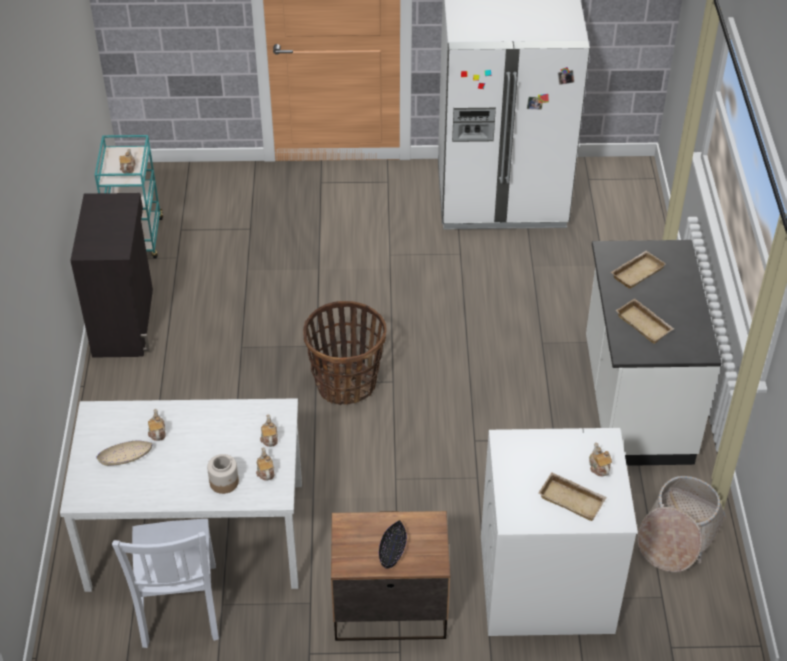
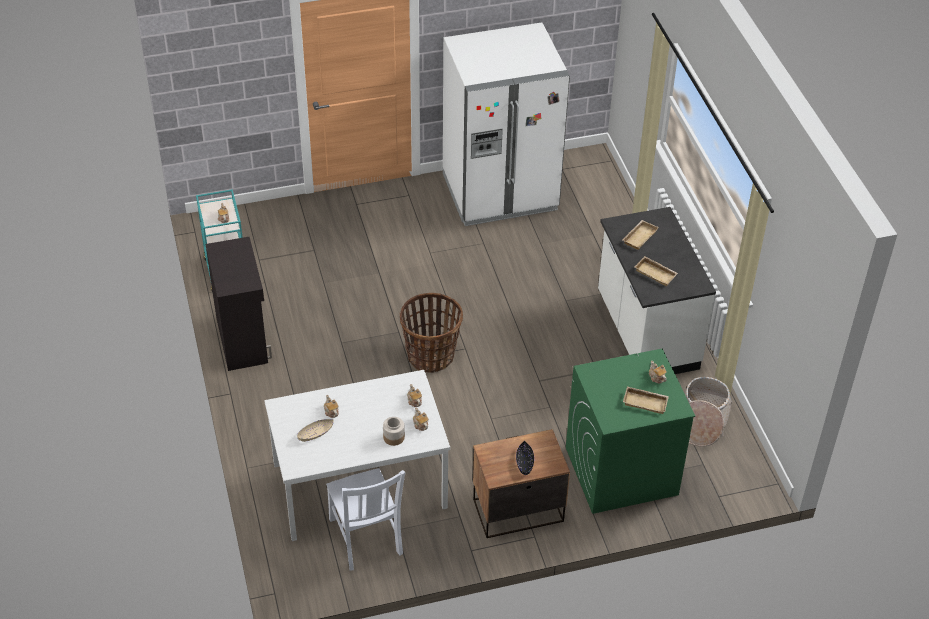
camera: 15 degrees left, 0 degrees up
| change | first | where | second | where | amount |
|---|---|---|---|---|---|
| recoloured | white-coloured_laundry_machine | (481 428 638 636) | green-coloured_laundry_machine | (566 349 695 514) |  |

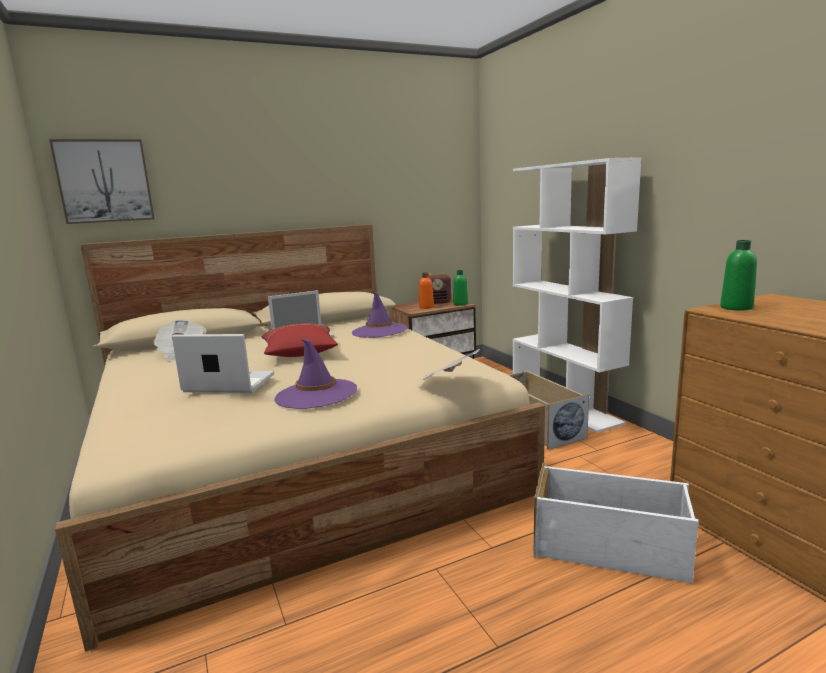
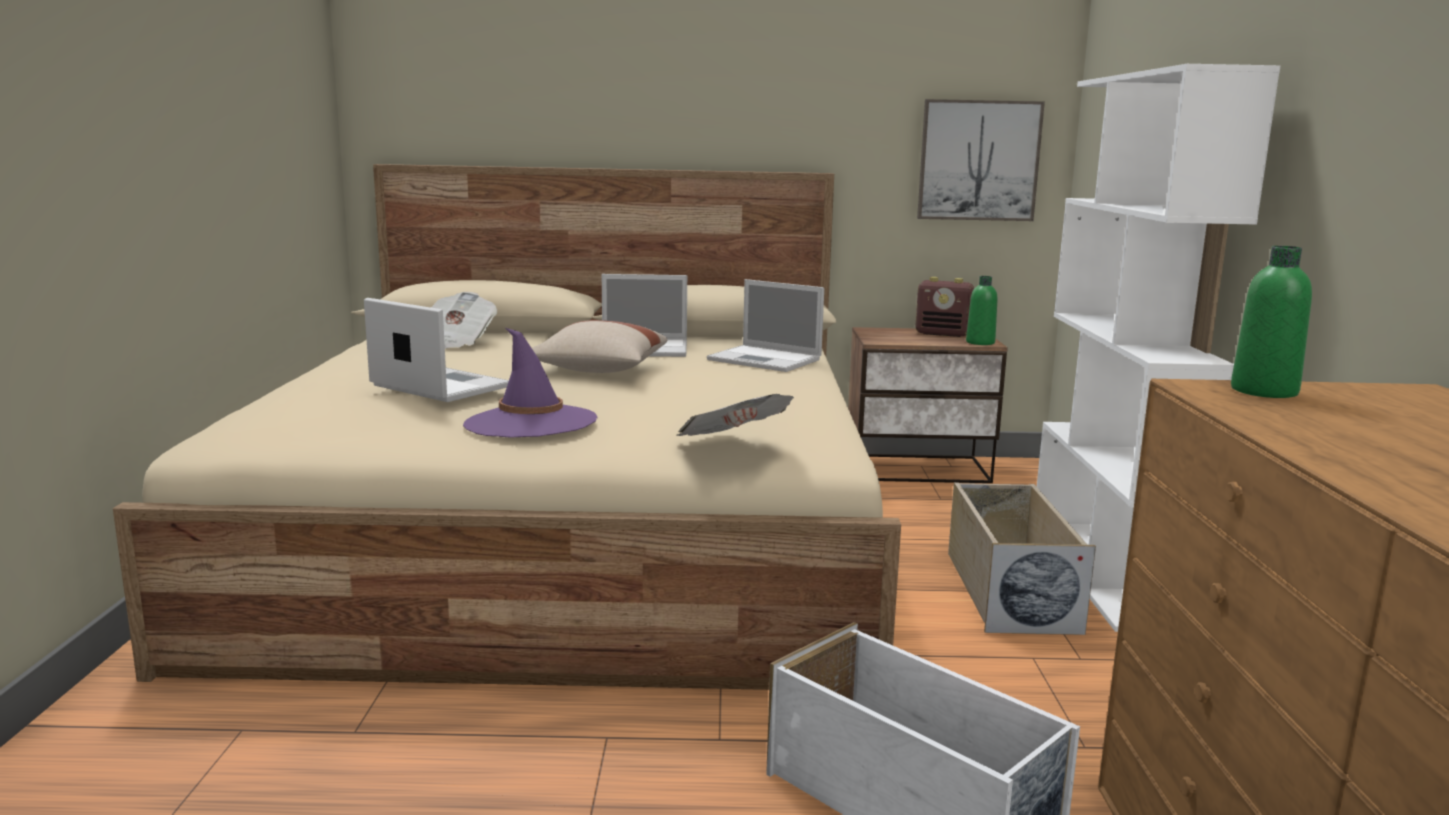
camera: 25 degrees right, 0 degrees up
| change | first | where | second | where | amount |
|---|---|---|---|---|---|
| recoloured | red_pillow | (262 323 338 357) | beige_pillow | (532 320 668 373) |  |
| replaced | purple_clothing_hat | (352 292 407 338) | portable_computer | (707 279 824 372) |  |
| moved | wall_art | (49 139 154 224) |  | (917 99 1045 221) |  |
| removed | orange-coloured_bottle | (419 273 434 309) |  |  |  |

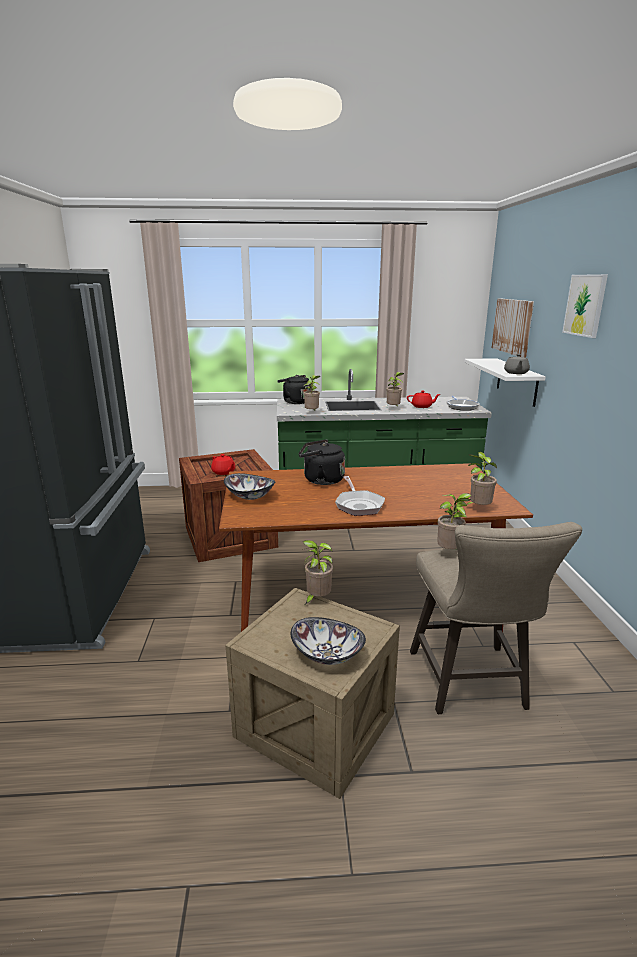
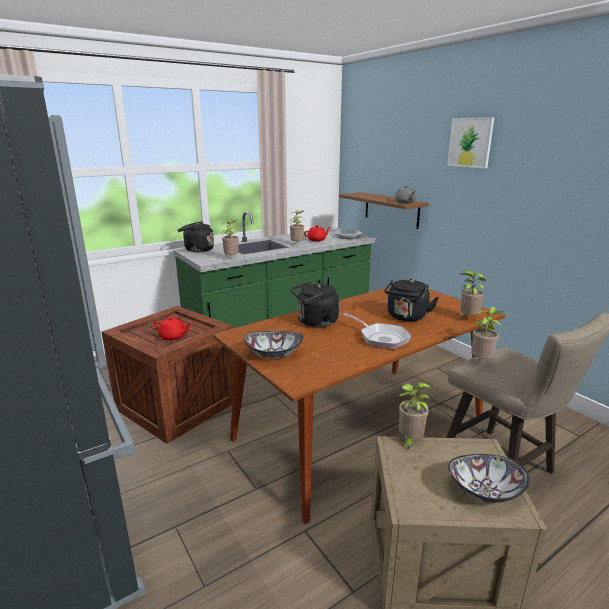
camera: 30 degrees left, 0 degrees up
| change | first | where | second | where | amount |
|---|---|---|---|---|---|
| recoloured | white-coloured_shelf | (464 358 546 407) | brown_shelf | (339 192 429 229) |  |
| added |  |  | black-coloured_tea_kettle | (384 279 439 321) |  |
| removed | wall_art | (492 299 534 358) |  |  |  |

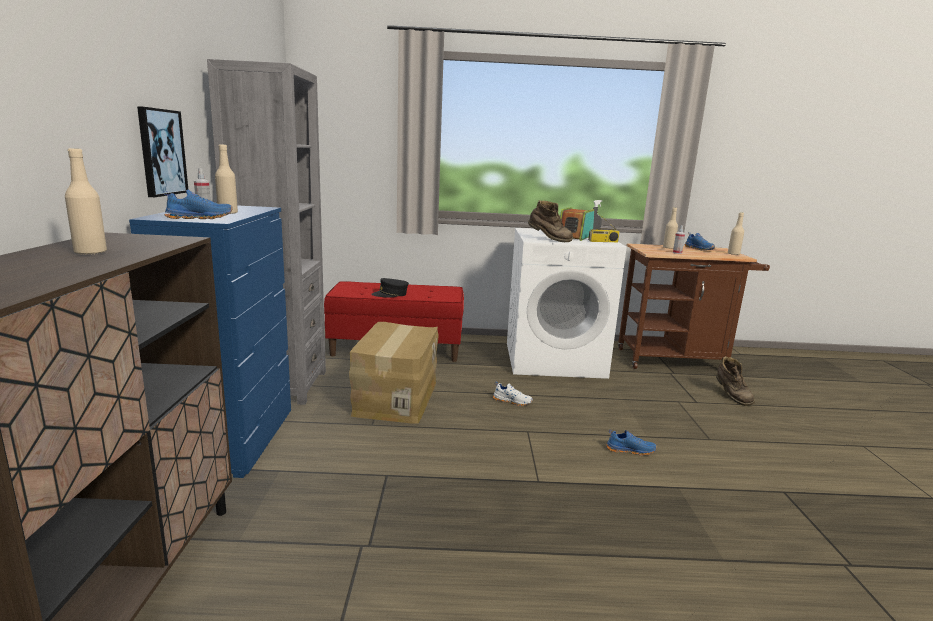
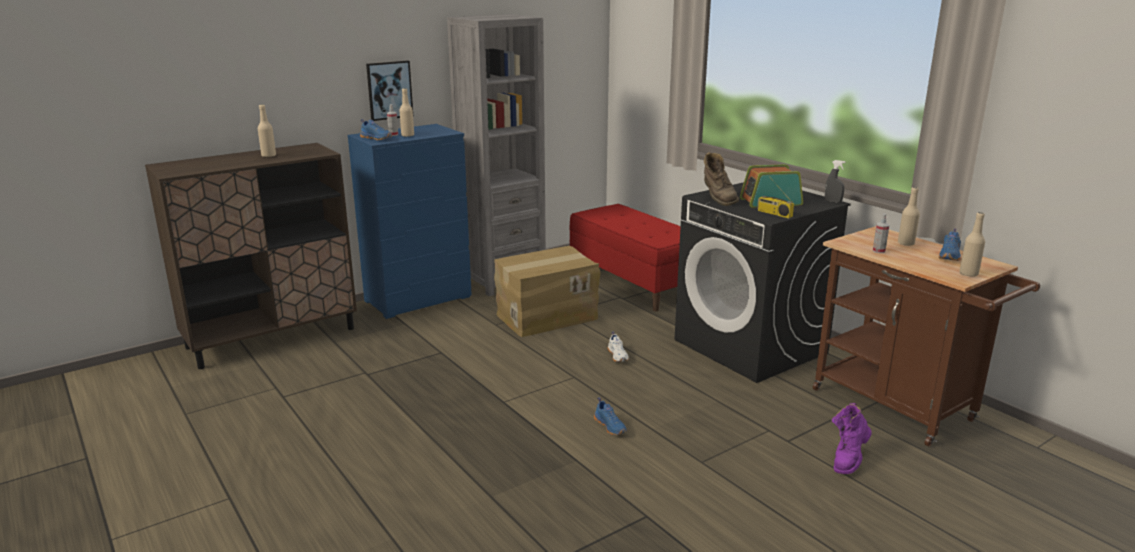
camera: 55 degrees right, 5 degrees up
| change | first | where | second | where | amount |
|---|---|---|---|---|---|
| recoloured | white-coloured_laundry_machine | (507 228 626 379) | black-coloured_laundry_machine | (674 182 851 383) |  |
| recoloured | brown_boot | (716 356 755 406) | purple_boot | (832 403 872 474) |  |
| removed | black-coloured_cap | (371 278 409 298) |  |  |  |

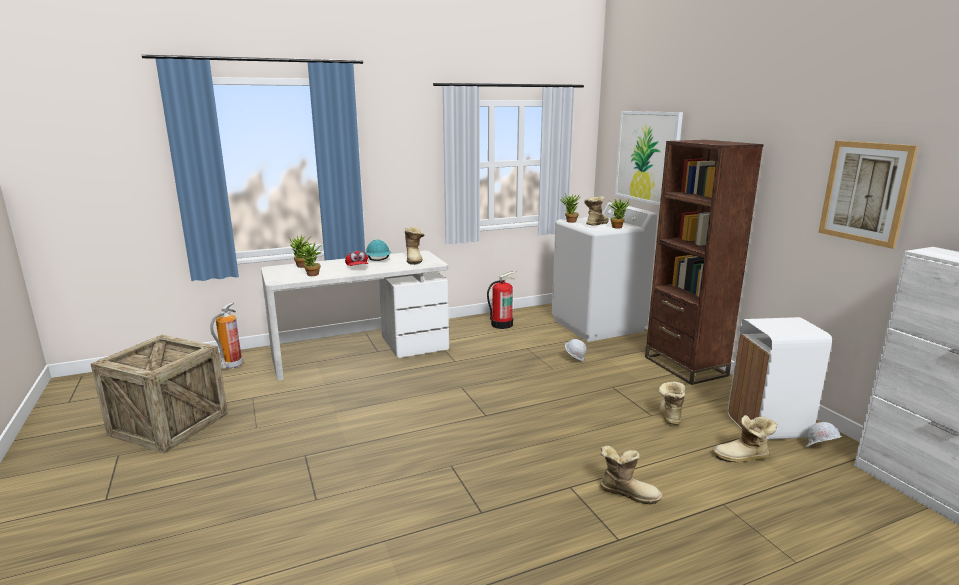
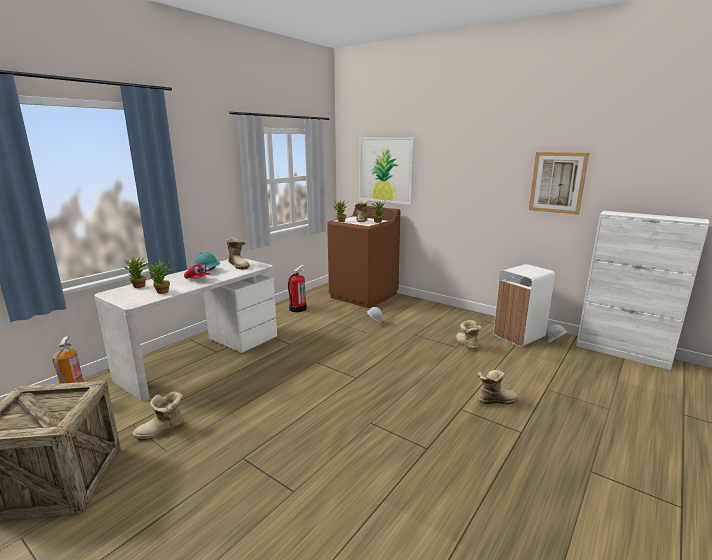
camera: 30 degrees left, 0 degrees up
| change | first | where | second | where | amount |
|---|---|---|---|---|---|
| moved | boot | (712 415 778 462) |  | (132 391 184 440) |  |
| recoloured | white-coloured_laundry_machine | (552 202 657 342) | brown_laundry_machine | (327 206 400 308) |  |
| removed | brown_bookshelf | (645 140 763 385) |  |  |  |

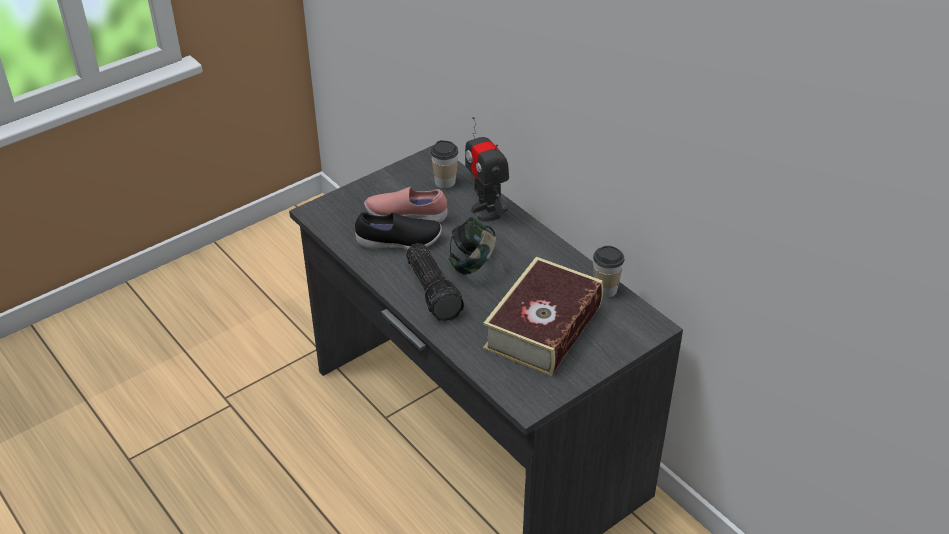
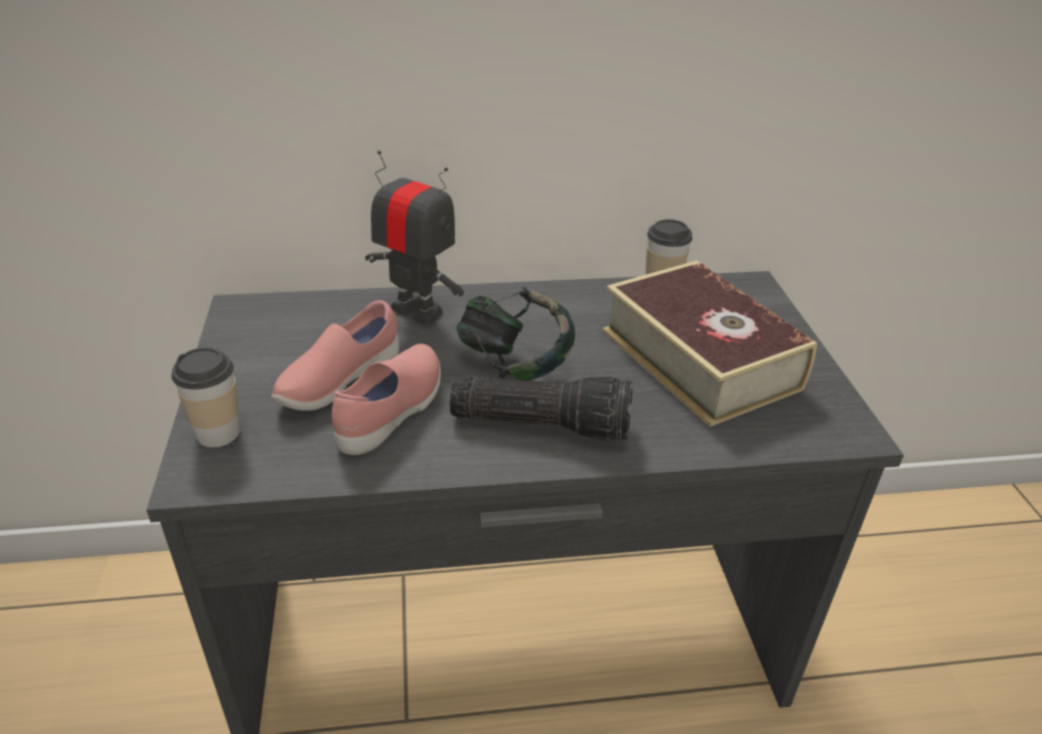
camera: 60 degrees left, 5 degrees down
| change | first | where | second | where | amount |
|---|---|---|---|---|---|
| moved | cup | (431 140 458 189) |  | (171 347 240 447) |  |
| recoloured | black-coloured_shoe | (355 212 442 250) | pink_shoe | (332 344 441 455) |  |
| turned | model_robot | (465 117 509 222) |  | (365 151 464 326) | 150 degrees counterclockwise |

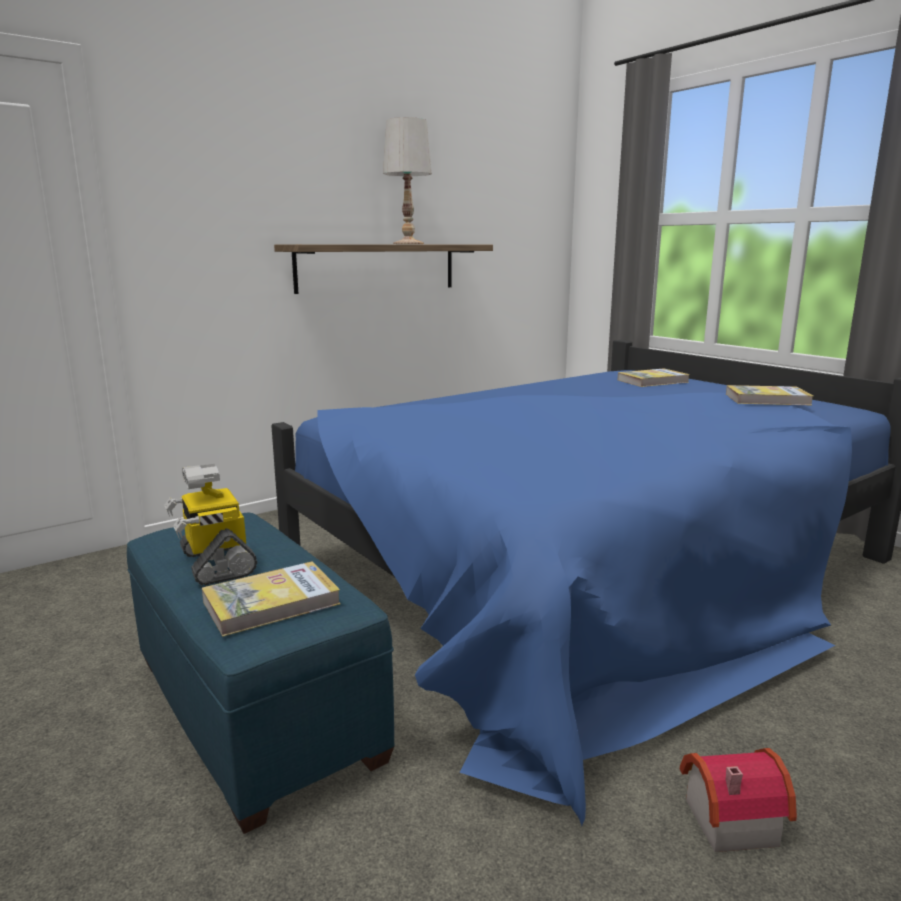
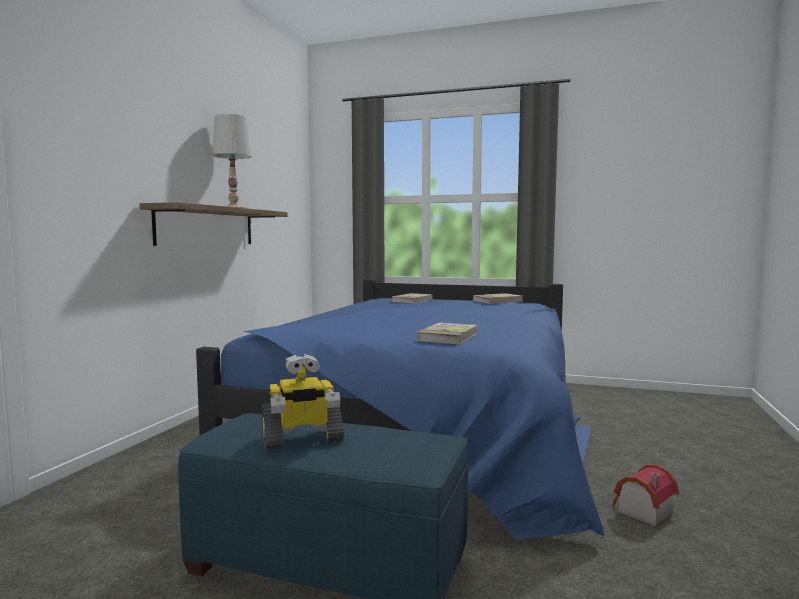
camera: 35 degrees left, 10 degrees down
| change | first | where | second | where | amount |
|---|---|---|---|---|---|
| turned | model_robot | (164 464 257 585) |  | (262 354 344 450) | 45 degrees counterclockwise |
| moved | bound_book | (202 561 341 637) |  | (417 322 478 344) |  |

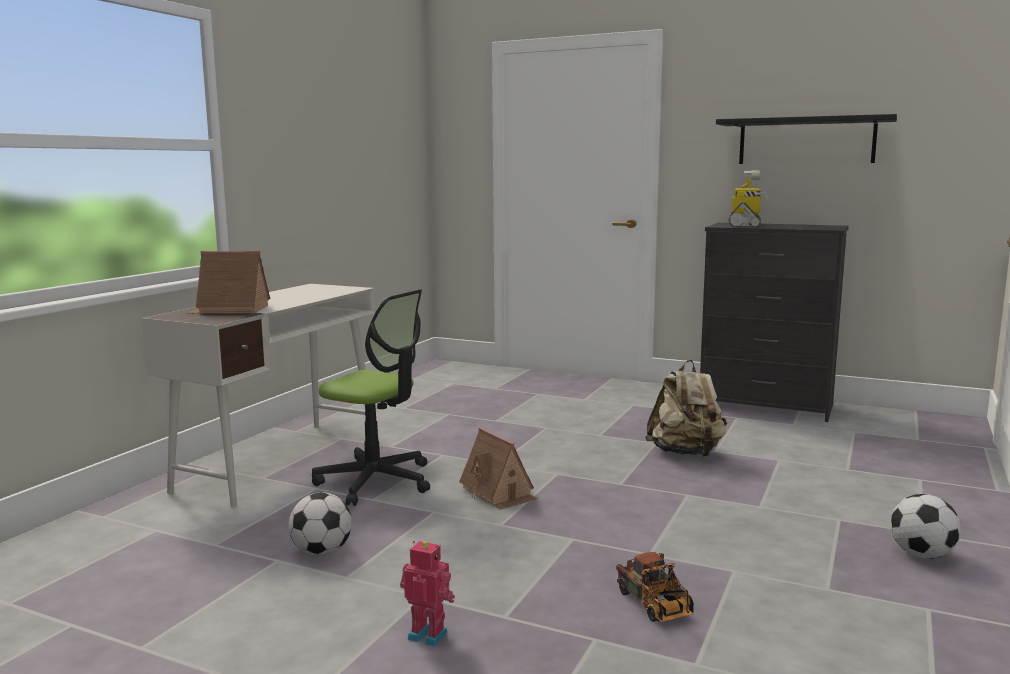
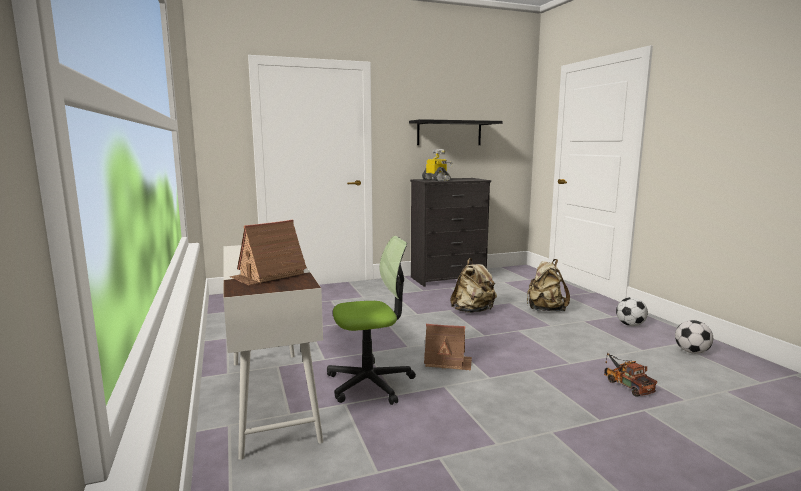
camera: 45 degrees left, 0 degrees up
| change | first | where | second | where | amount |
|---|---|---|---|---|---|
| added |  |  | beige_knapsack | (527 259 570 312) |  |
| turned | toy_truck | (616 552 694 622) |  | (604 353 657 397) | 135 degrees counterclockwise |
| moved | football | (289 492 352 556) |  | (675 320 713 354) |  |
| removed | model_robot | (400 541 455 647) |  |  |  |

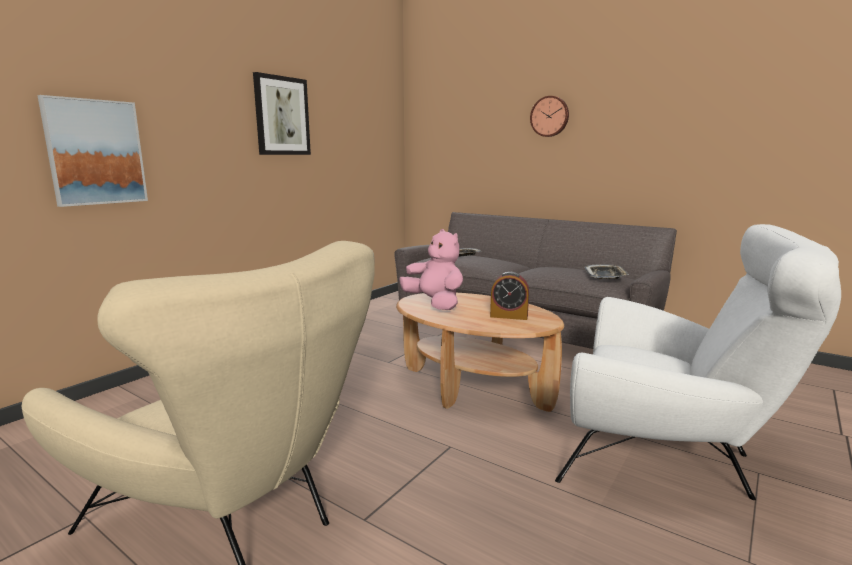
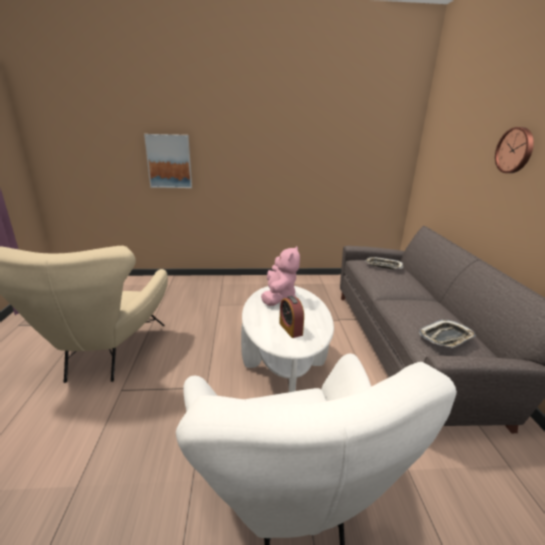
camera: 50 degrees right, 10 degrees up
| change | first | where | second | where | amount |
|---|---|---|---|---|---|
| recoloured | brown_low_table | (396 293 564 412) | white-coloured_low_table | (241 286 334 392) |  |
| removed | wall_art | (253 72 311 155) |  |  |  |

